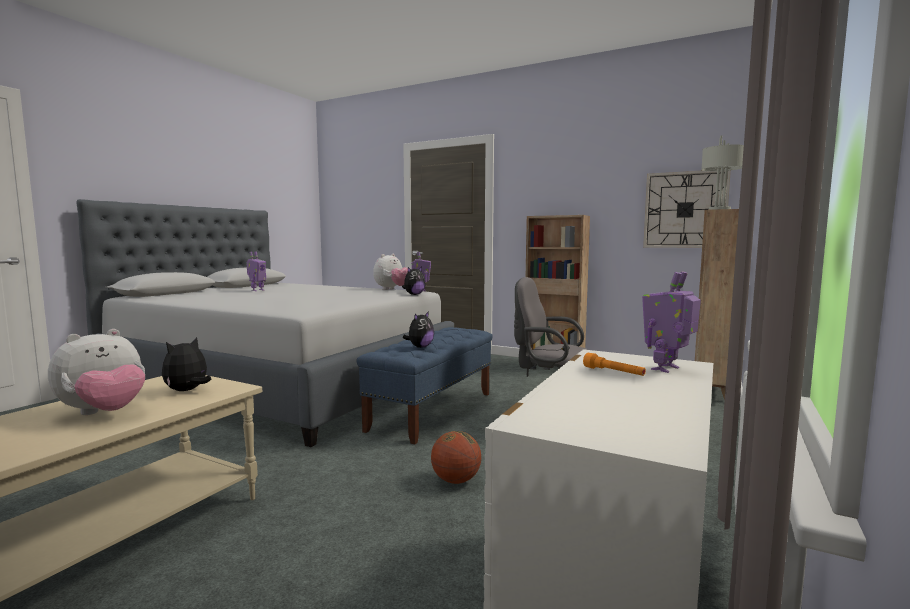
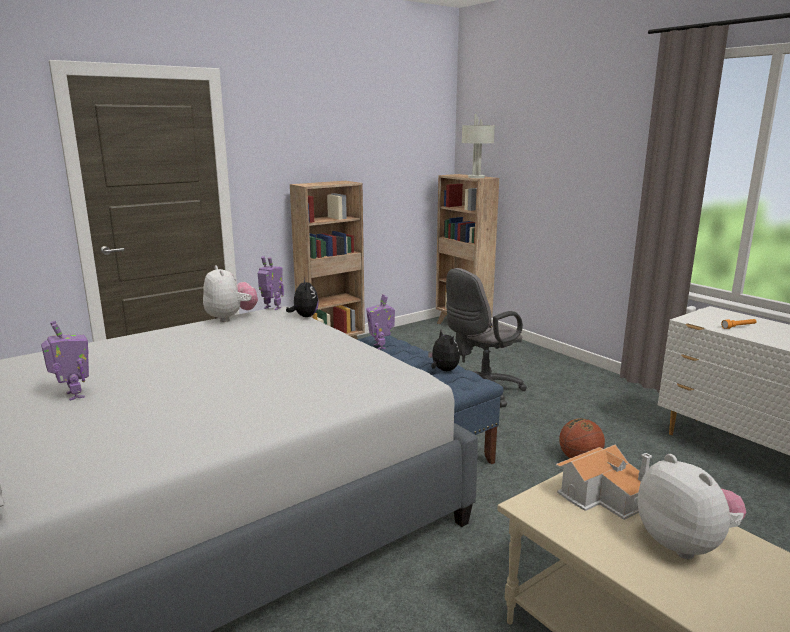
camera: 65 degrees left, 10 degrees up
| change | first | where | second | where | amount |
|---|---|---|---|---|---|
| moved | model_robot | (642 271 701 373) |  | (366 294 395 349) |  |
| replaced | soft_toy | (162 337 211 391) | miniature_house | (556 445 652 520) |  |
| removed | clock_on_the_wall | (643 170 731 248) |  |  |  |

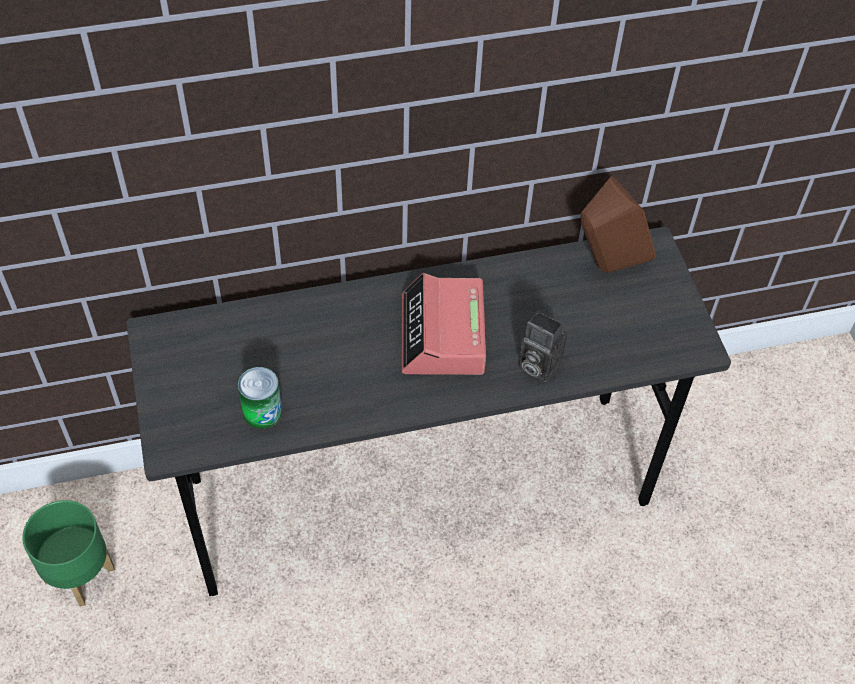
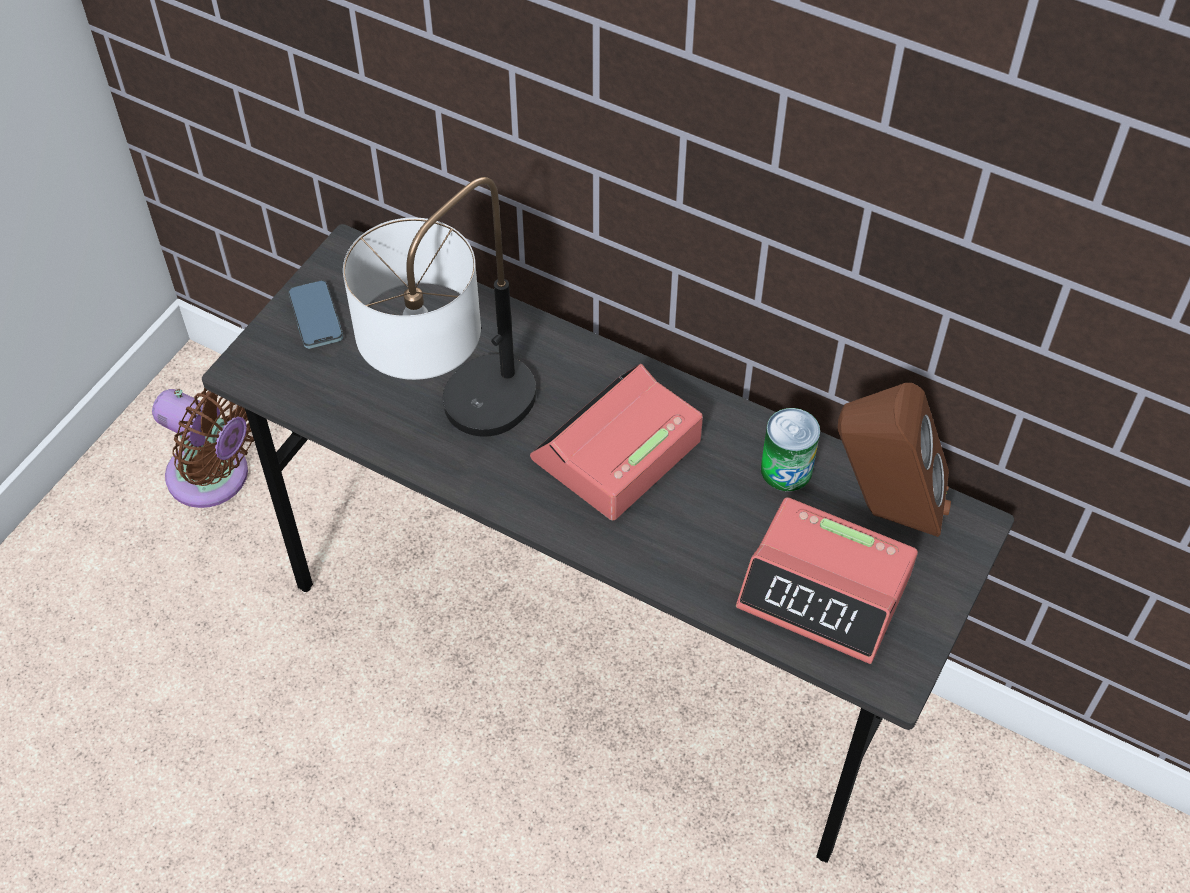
camera: 45 degrees right, 0 degrees up
| change | first | where | second | where | amount |
|---|---|---|---|---|---|
| replaced | green-coloured_flower_pot | (22 500 115 606) | brown_electric_fan | (152 388 254 508) |  |
| added |  |  | telephone | (288 281 343 349) |  |
| added |  |  | table_lamp | (343 177 536 437) |  |
| added |  |  | alarm_clock | (736 497 918 664) |  |
| moved | metal_can | (238 367 282 429) |  | (761 408 820 491) |  |
| removed | still_camera | (519 311 567 382) |  |  |  |

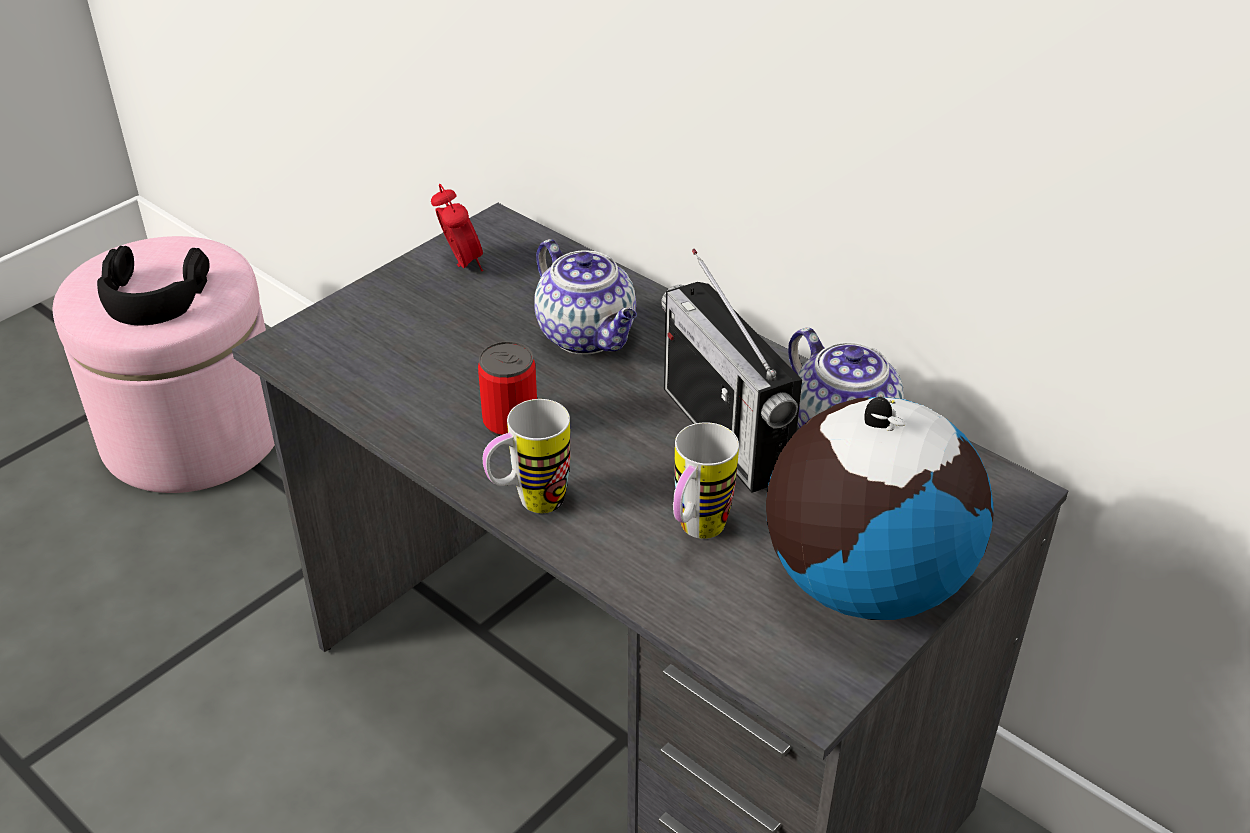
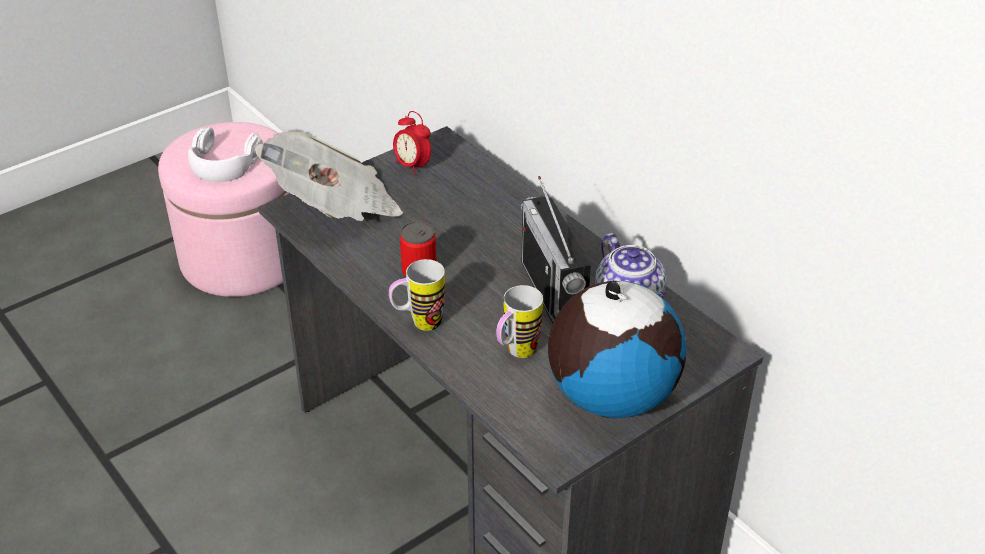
camera: 10 degrees right, 0 degrees up
| change | first | where | second | where | amount |
|---|---|---|---|---|---|
| recoloured | black-coloured_headset | (97 246 210 325) | white-coloured_headset | (188 127 263 182) |  |
| added |  |  | printed_paper | (255 131 403 221) |  |
| turned | alarm_clock | (431 184 483 272) |  | (393 111 431 176) | 150 degrees clockwise |
| removed | teapot | (534 239 637 354) |  |  |  |

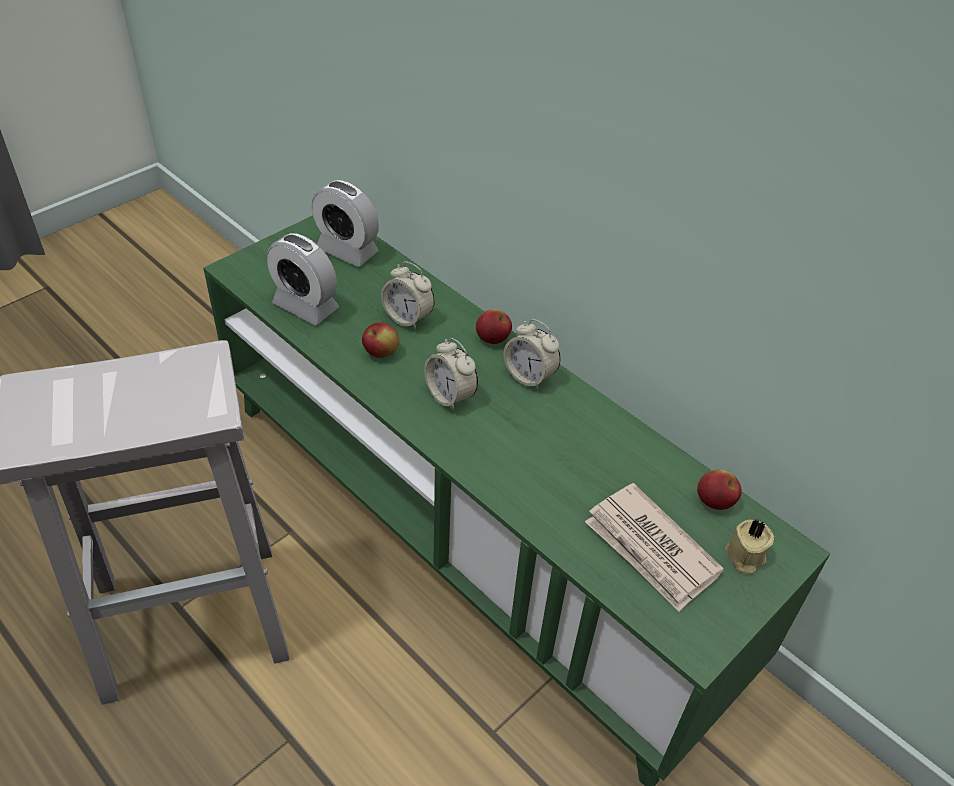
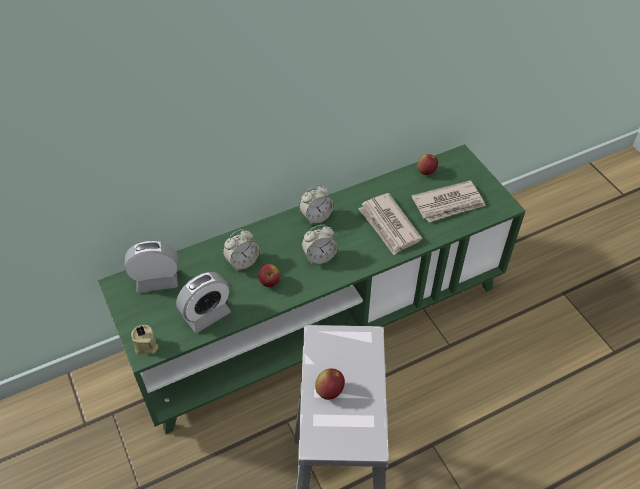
camera: 70 degrees left, 5 degrees up
| change | first | where | second | where | amount |
|---|---|---|---|---|---|
| turned | alarm_clock | (312 180 379 267) |  | (125 241 179 293) | 150 degrees counterclockwise |
| moved | beige_wax_light | (725 519 774 575) |  | (131 325 158 354) |  |
| moved | apple | (476 309 512 344) |  | (315 369 345 400) |  |
| added |  |  | printed_paper | (358 193 422 255) |  |

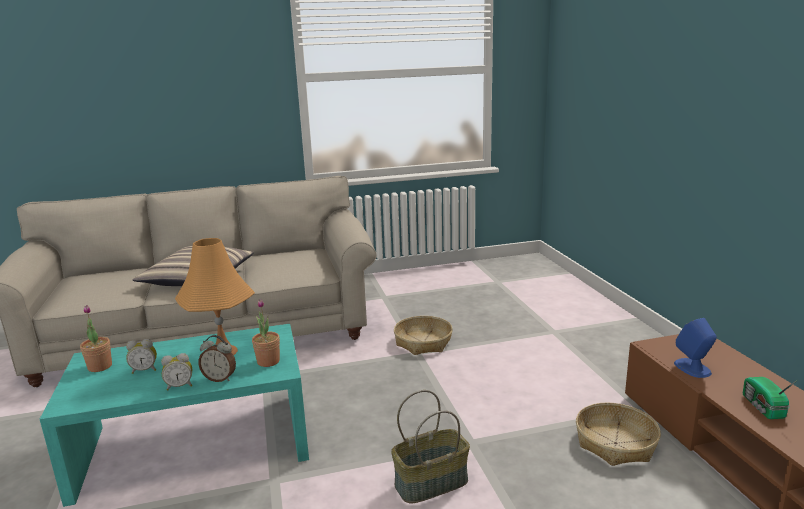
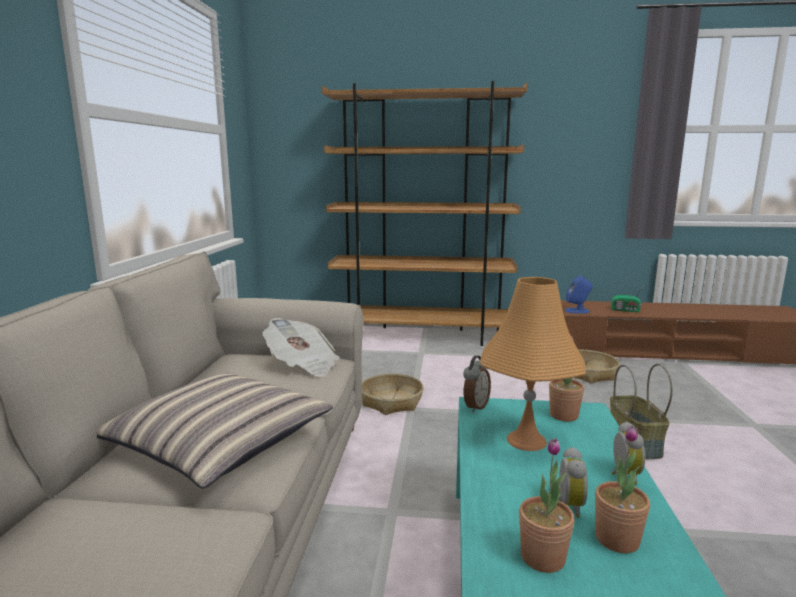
camera: 70 degrees left, 5 degrees down
| change | first | where | second | where | amount |
|---|---|---|---|---|---|
| added |  |  | printed_paper | (262 318 340 377) |  |
| added |  |  | brown_bookshelf | (322 81 528 346) |  |
| moved | alarm_clock | (198 335 236 382) |  | (463 355 491 413) |  |
| added |  |  | plant_in_a_pot | (595 425 650 554) |  |

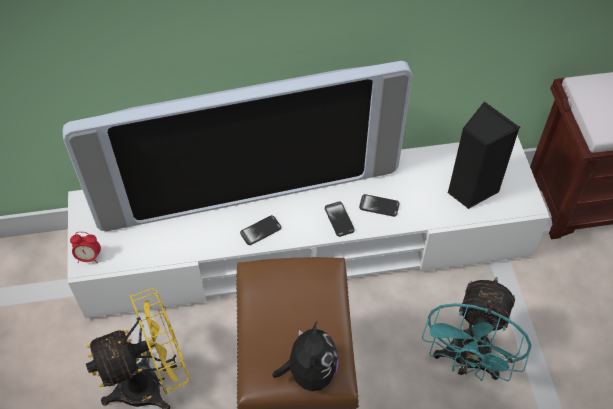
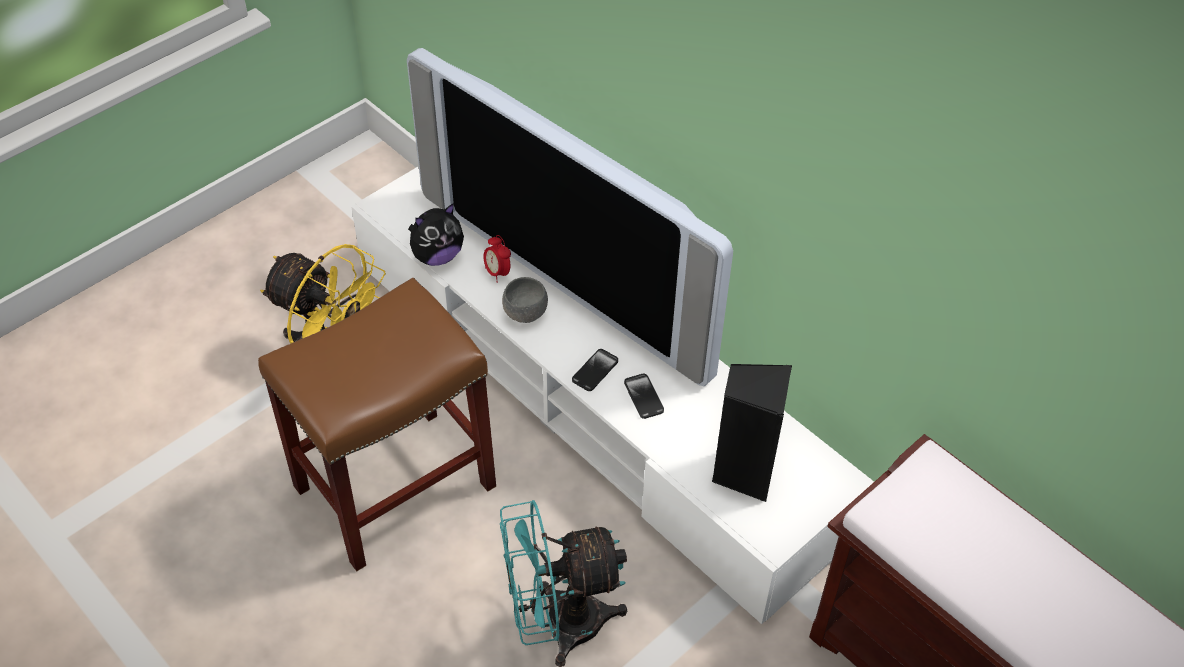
camera: 55 degrees right, 5 degrees down
| change | first | where | second | where | amount |
|---|---|---|---|---|---|
| moved | soft_toy | (273 320 339 391) |  | (408 204 464 266) |  |
| moved | alarm_clock | (70 232 101 263) |  | (484 235 511 283) |  |
| replaced | telephone | (240 215 281 245) | grey_serving_bowl | (502 277 548 323) |  |

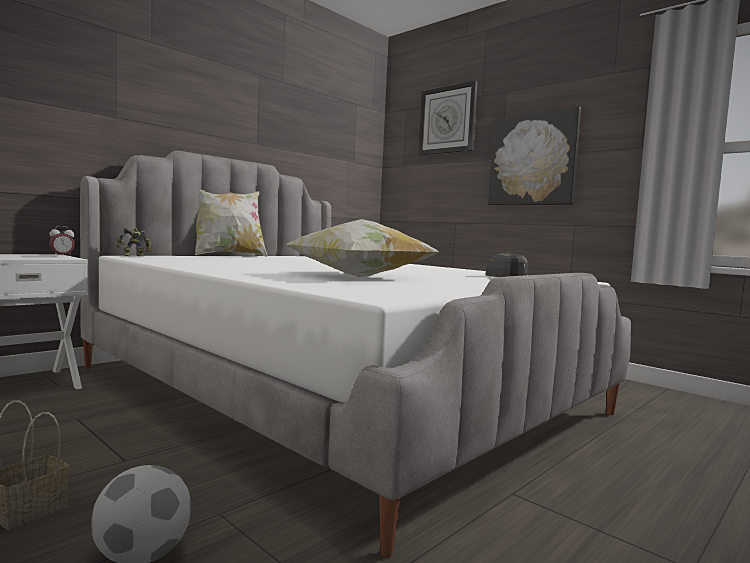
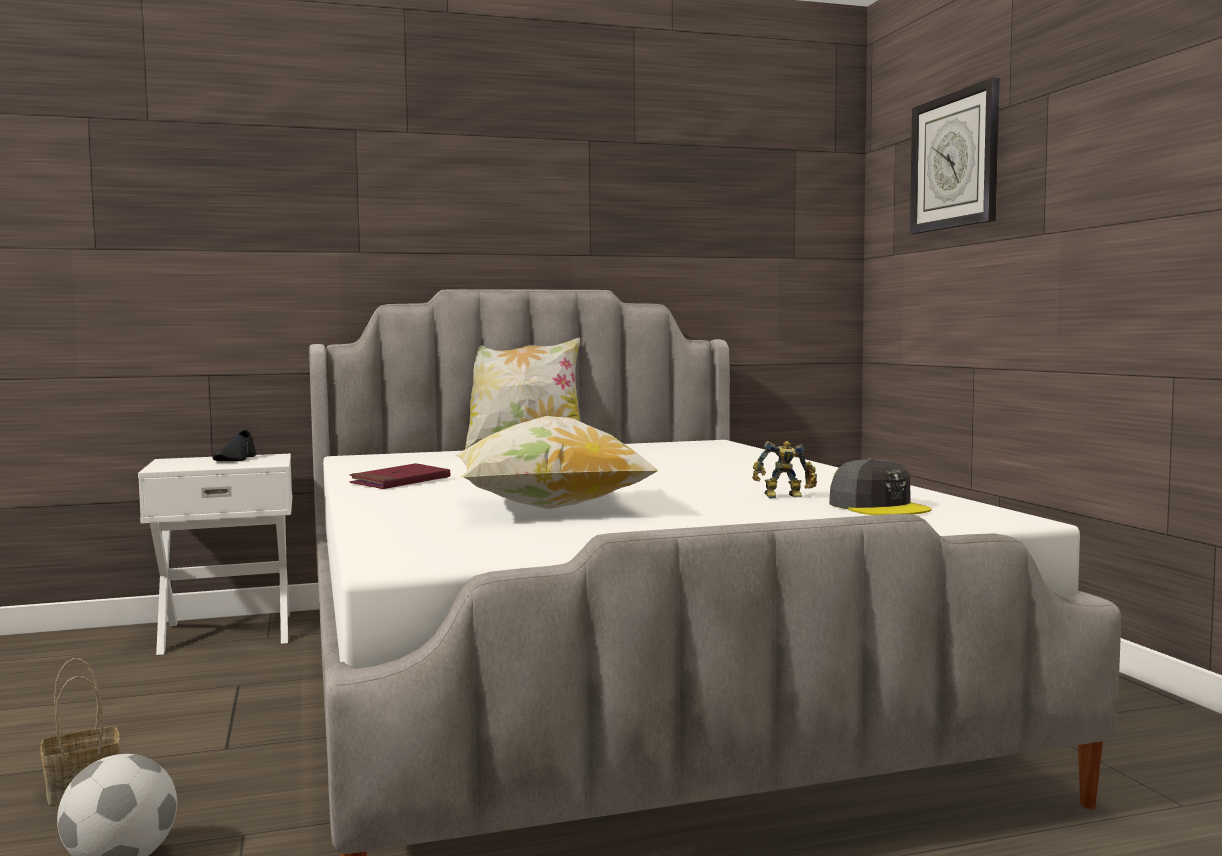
camera: 30 degrees right, 0 degrees up
| change | first | where | second | where | amount |
|---|---|---|---|---|---|
| added |  |  | black-coloured_shoe | (213 430 256 461) |  |
| added |  |  | red_bound_book | (349 463 450 489) |  |
| moved | model_robot | (117 228 152 256) |  | (752 441 817 498) |  |
| removed | alarm_clock | (49 226 75 257) |  |  |  |
| removed | wall_art | (488 107 581 205) |  |  |  |

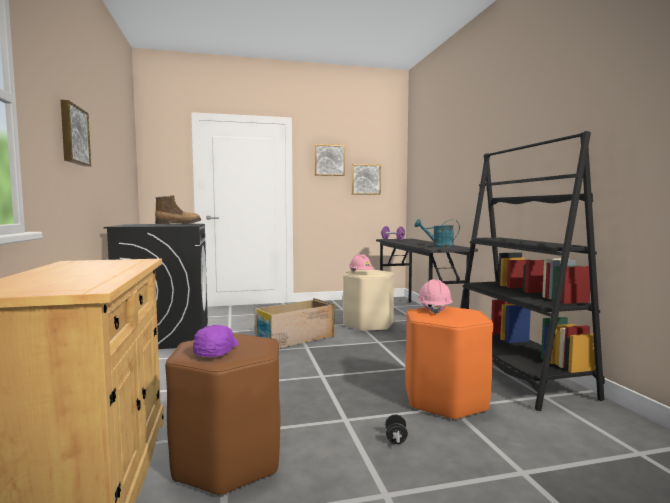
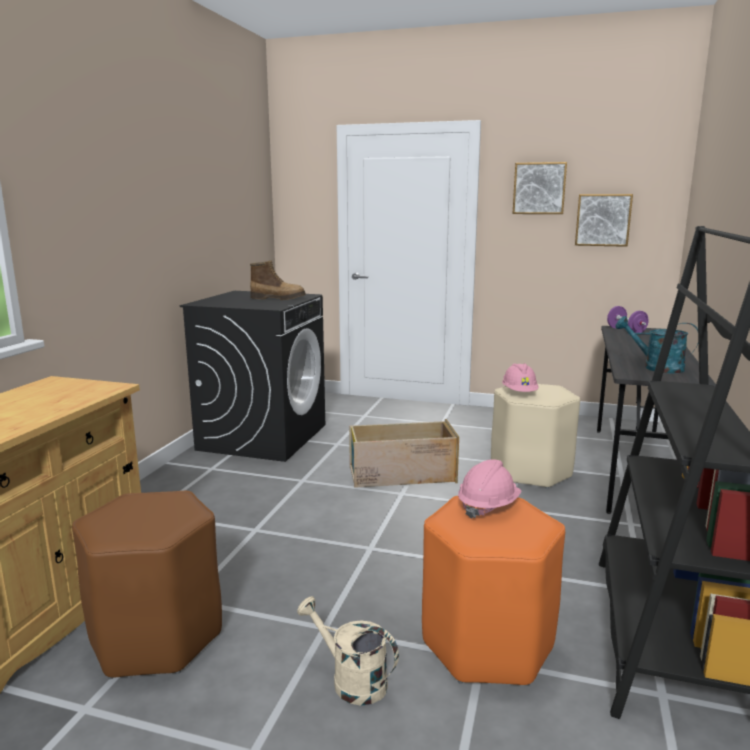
camera: 30 degrees right, 10 degrees up
| change | first | where | second | where | amount |
|---|---|---|---|---|---|
| replaced | black-coloured_hand_weight | (385 414 408 444) | beige_watering_can | (297 596 399 706) |  |
| removed | wall_art | (61 100 91 167) |  |  |  |
| removed | purple_cap | (193 325 239 357) |  |  |  |

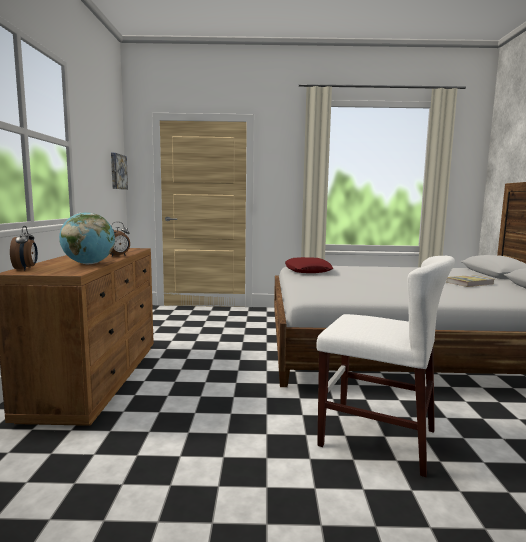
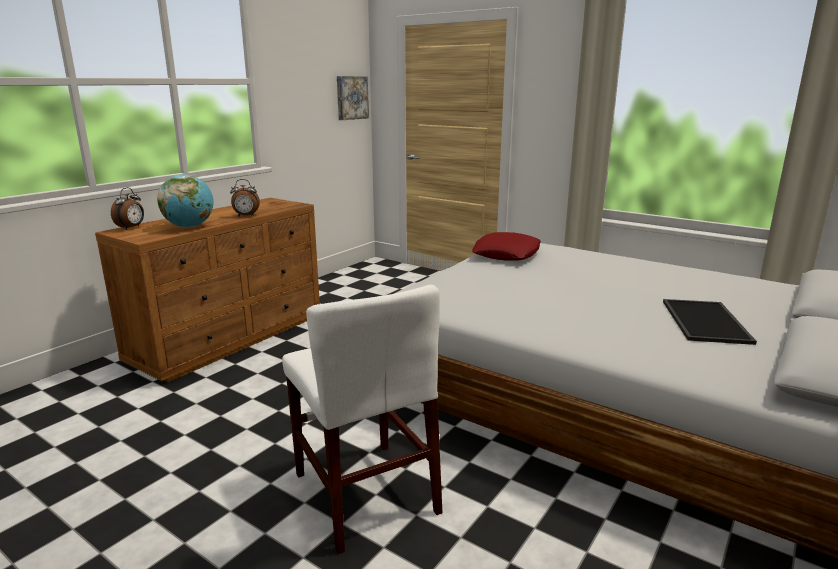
camera: 35 degrees right, 10 degrees up
| change | first | where | second | where | amount |
|---|---|---|---|---|---|
| replaced | bound_book | (446 275 494 287) | carrying_tray | (663 299 757 345) |  |

